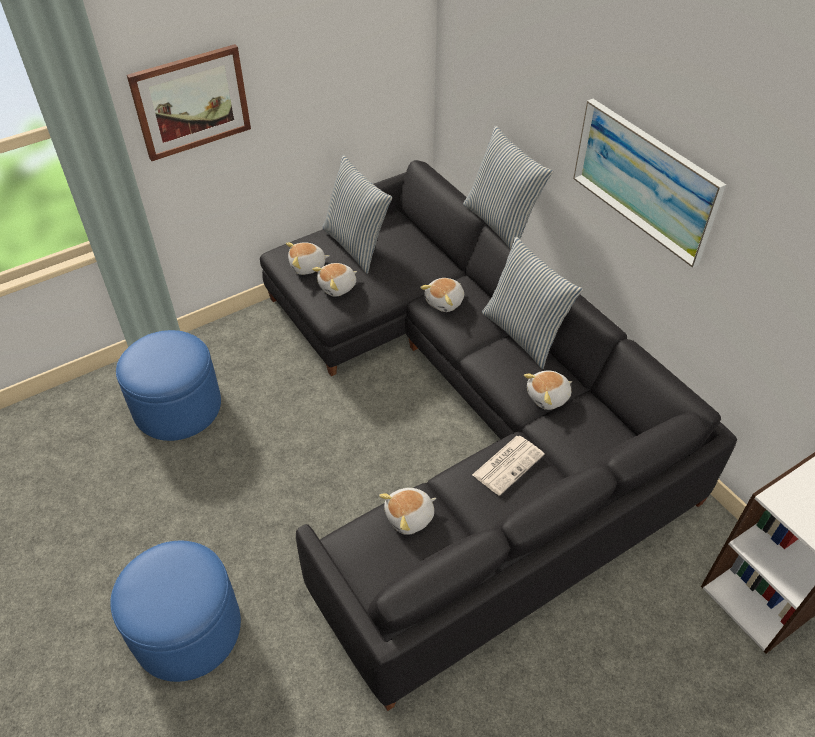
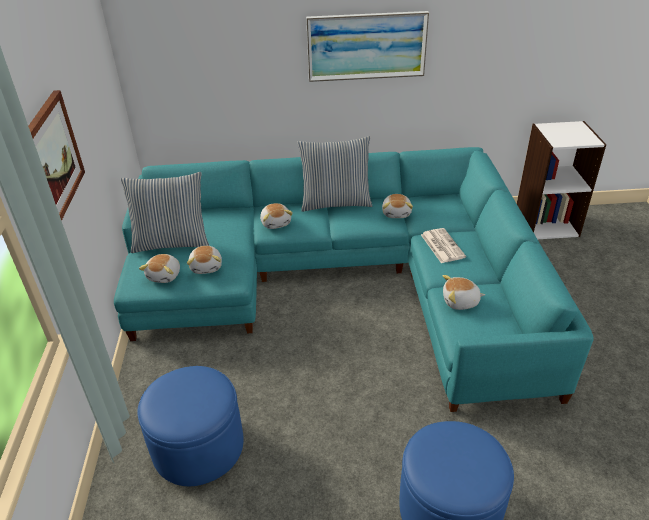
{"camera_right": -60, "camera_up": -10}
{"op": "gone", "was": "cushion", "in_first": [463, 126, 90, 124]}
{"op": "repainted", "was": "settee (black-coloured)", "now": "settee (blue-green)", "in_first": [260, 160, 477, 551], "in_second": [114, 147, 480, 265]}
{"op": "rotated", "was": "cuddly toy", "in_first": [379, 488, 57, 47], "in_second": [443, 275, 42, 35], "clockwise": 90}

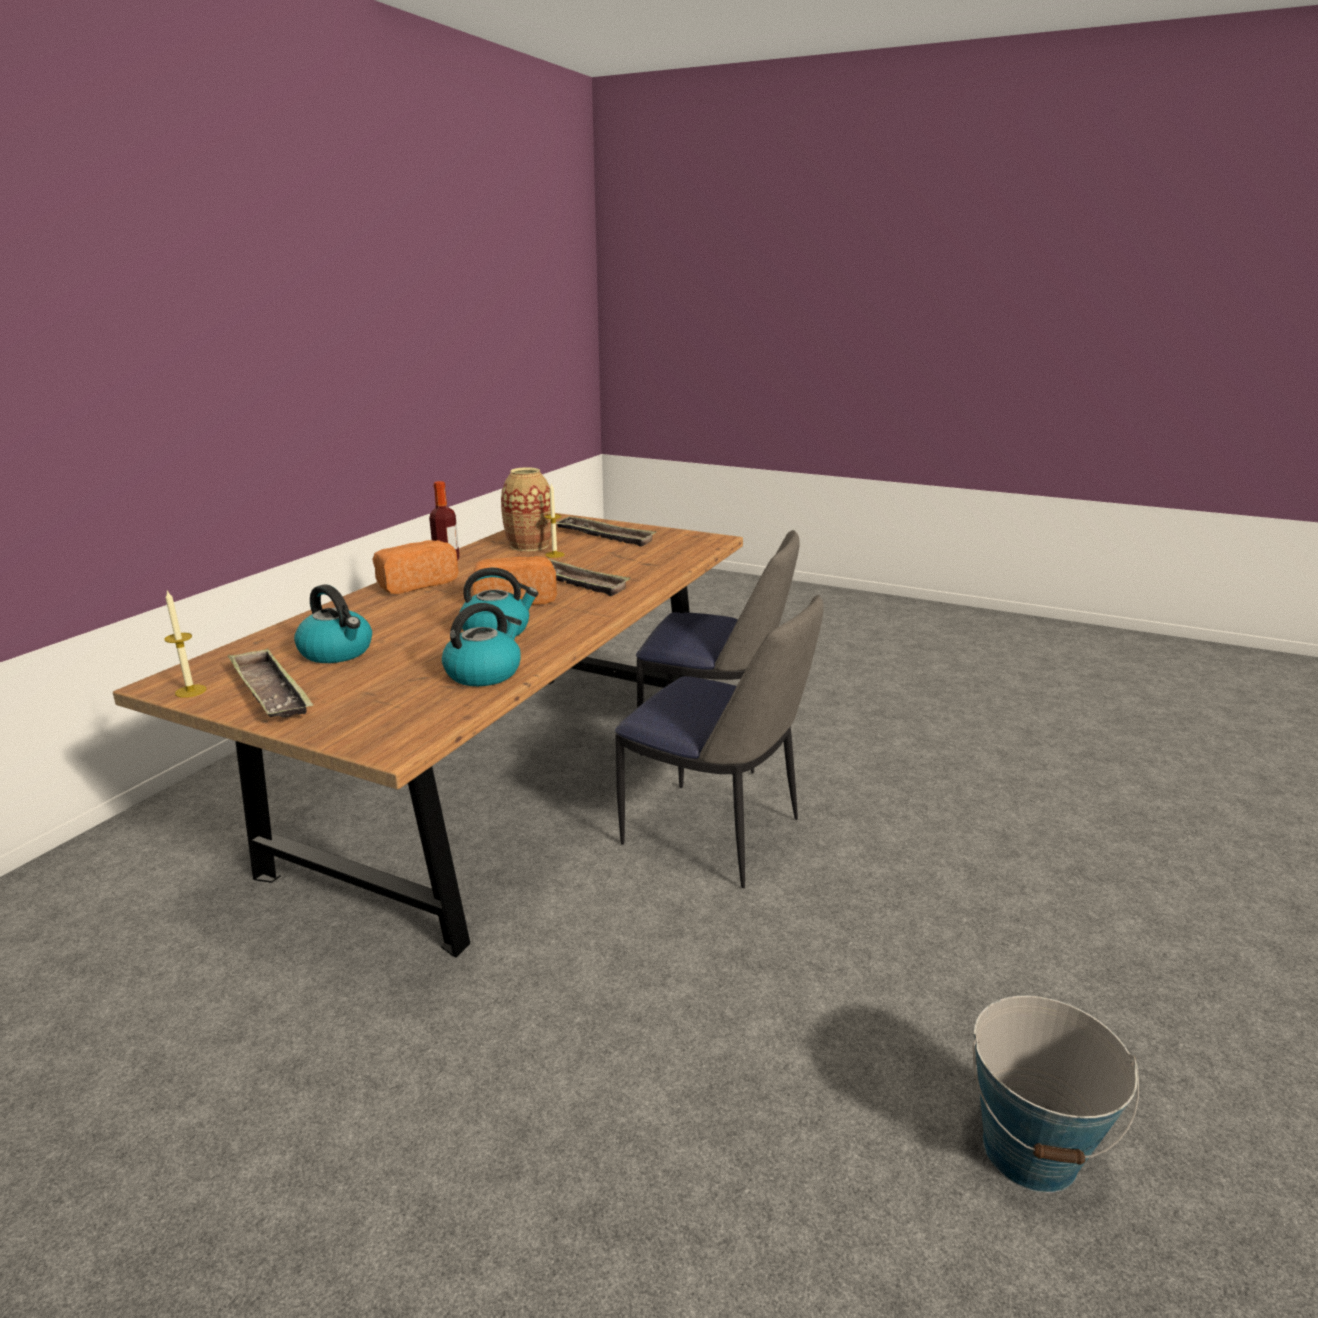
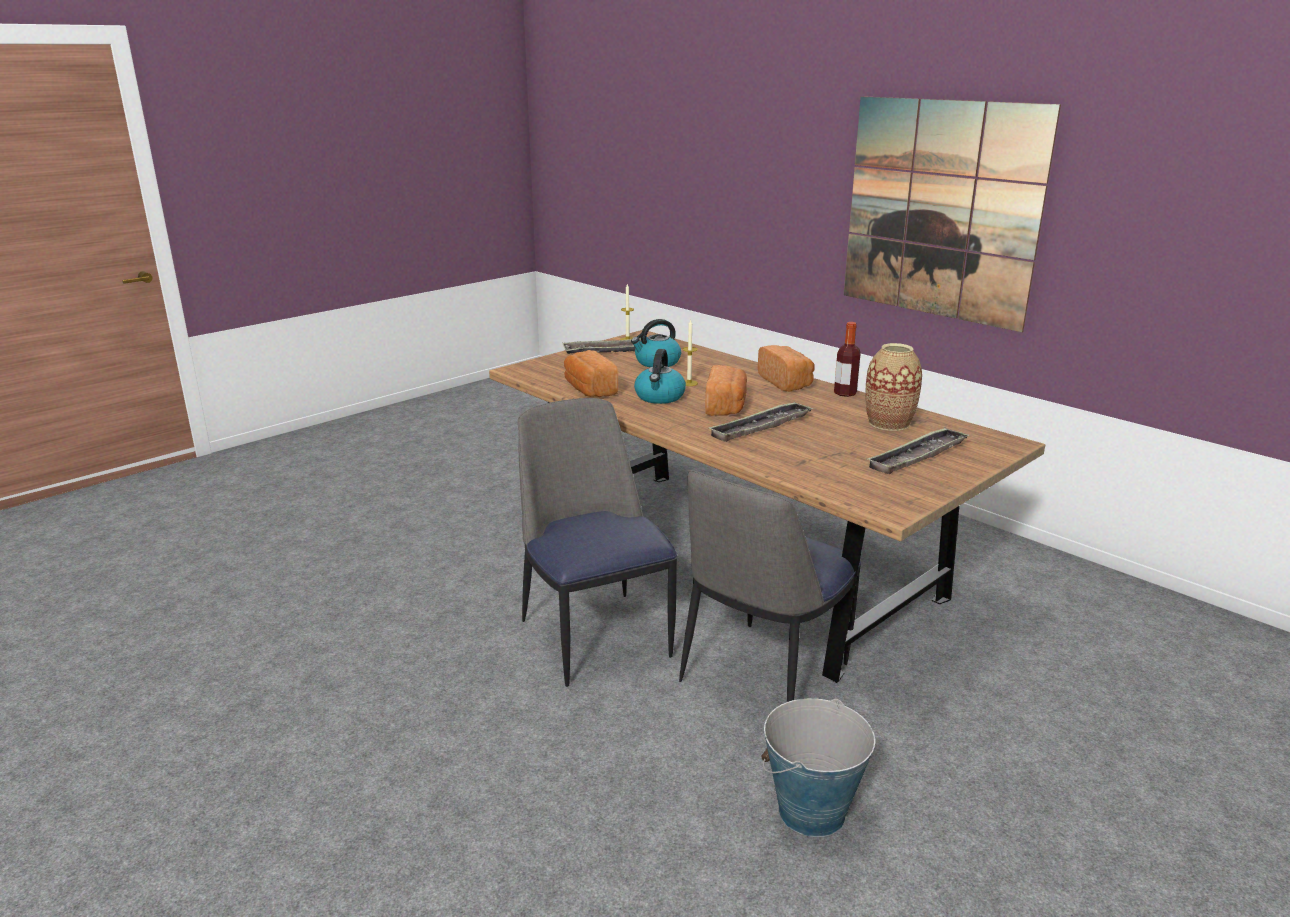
{"camera_right": 110, "camera_up": 0}
{"op": "new", "now": "wall art", "in_second": [844, 96, 217, 236]}
{"op": "shifted", "was": "candle", "in_first": [545, 483, 20, 75], "in_second": [682, 319, 16, 67]}
{"op": "shifted", "was": "pail", "in_first": [973, 996, 166, 197], "in_second": [761, 698, 114, 139]}
{"op": "swapped", "was": "tea kettle", "now": "bread", "in_first": [442, 603, 80, 83], "in_second": [564, 350, 54, 47]}
{"op": "rotated", "was": "chair", "in_first": [615, 595, 209, 293], "in_second": [518, 398, 159, 289], "clockwise": 105}

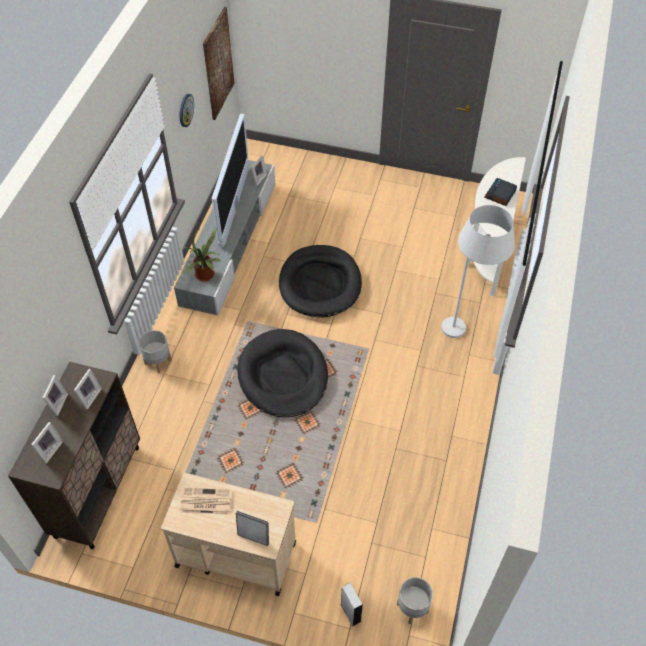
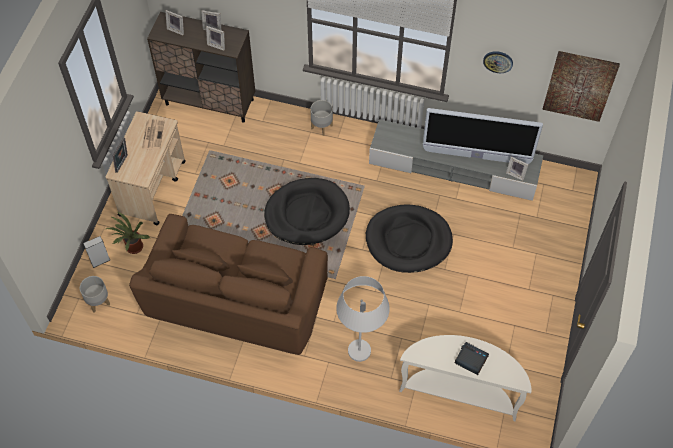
{"camera_right": 90, "camera_up": 5}
{"op": "new", "now": "settee (brown)", "in_second": [129, 214, 199, 141]}
{"op": "shifted", "was": "houseplant", "in_first": [184, 227, 37, 55], "in_second": [106, 212, 44, 42]}

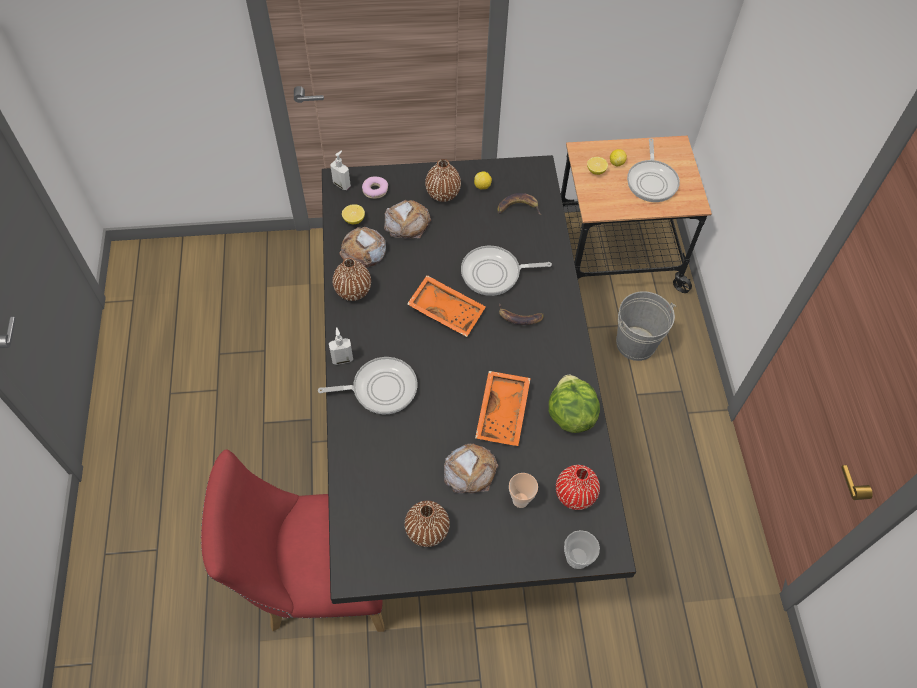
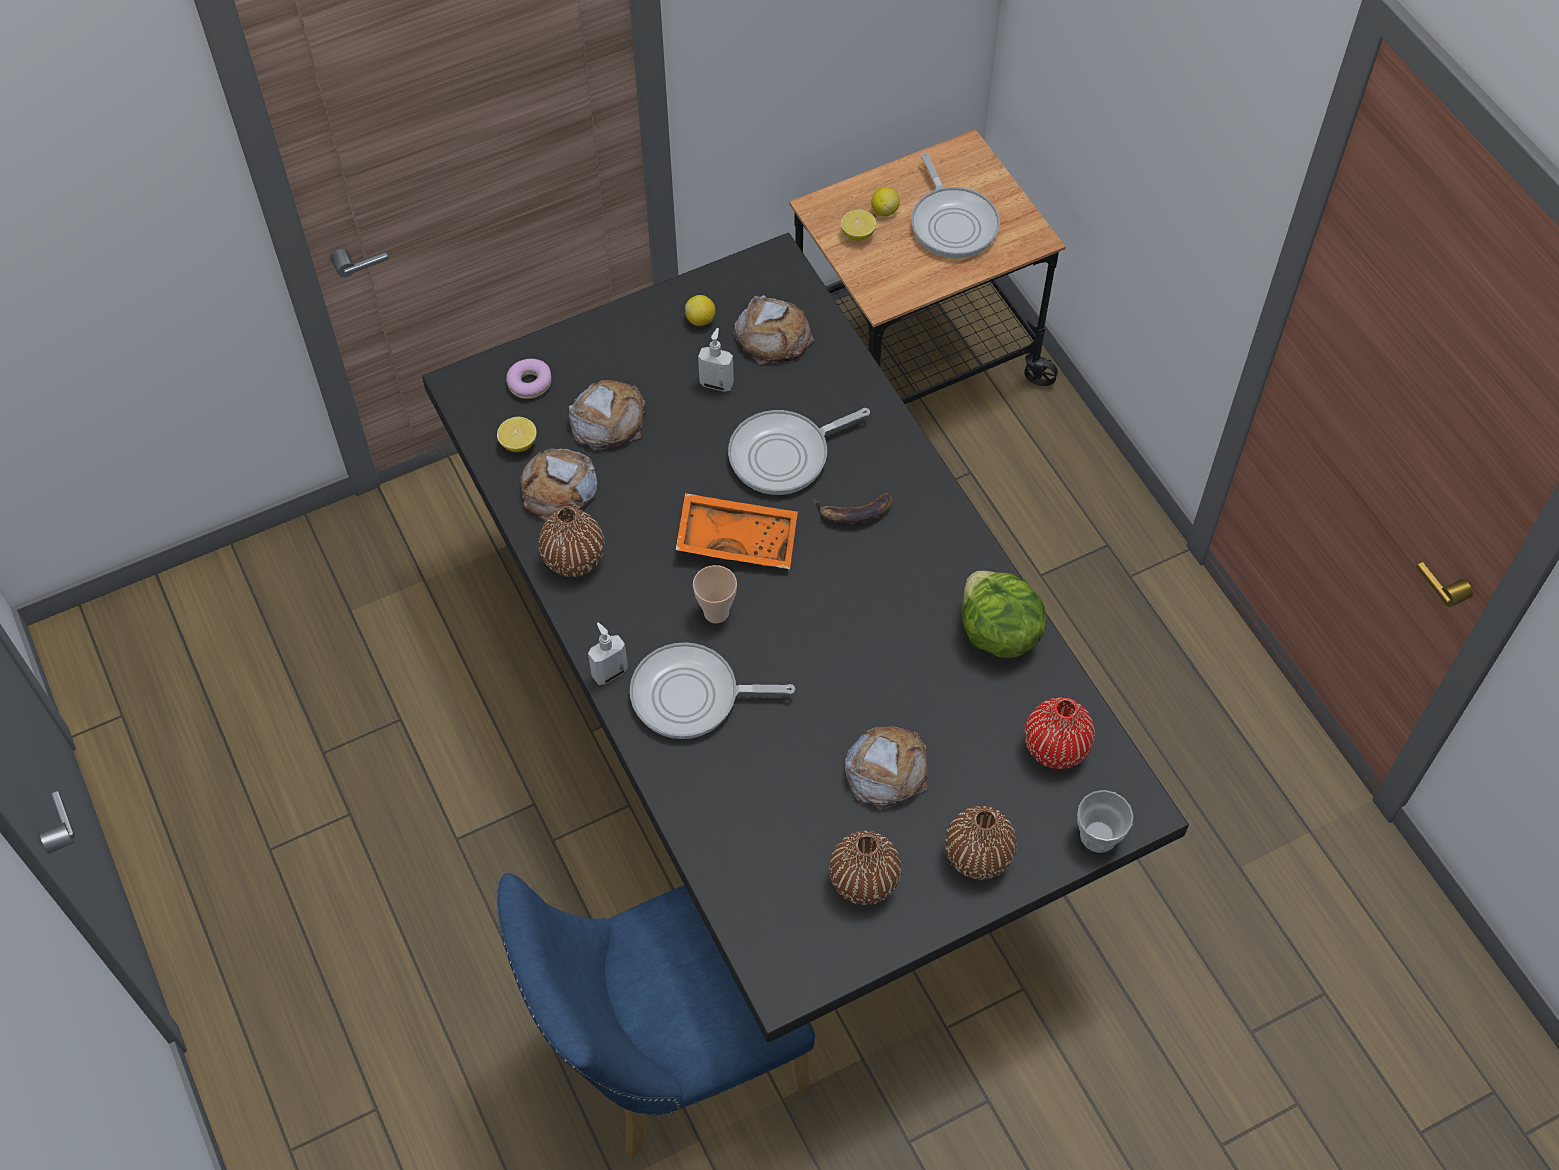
{"camera_right": -20, "camera_up": 0}
{"op": "gone", "was": "carrying tray (orangey)", "in_first": [475, 371, 56, 75]}
{"op": "gone", "was": "pail (gray)", "in_first": [616, 291, 60, 70]}
{"op": "shifted", "was": "liquid soap bottle", "in_first": [330, 150, 21, 40], "in_second": [698, 328, 36, 64]}
{"op": "shifted", "was": "decorative vase (brown)", "in_first": [425, 159, 36, 43], "in_second": [945, 806, 72, 74]}
{"op": "shifted", "was": "cup", "in_first": [509, 473, 29, 35], "in_second": [693, 565, 44, 58]}
{"op": "swapped", "was": "whole banana", "now": "bread", "in_first": [498, 193, 43, 22], "in_second": [733, 295, 81, 70]}
{"op": "repainted", "was": "chair (red-coloured)", "now": "chair (blue)", "in_first": [201, 449, 183, 183], "in_second": [497, 873, 318, 285]}
{"op": "rotated", "was": "skillet", "in_first": [318, 357, 99, 57], "in_second": [630, 642, 165, 97], "clockwise": -150}

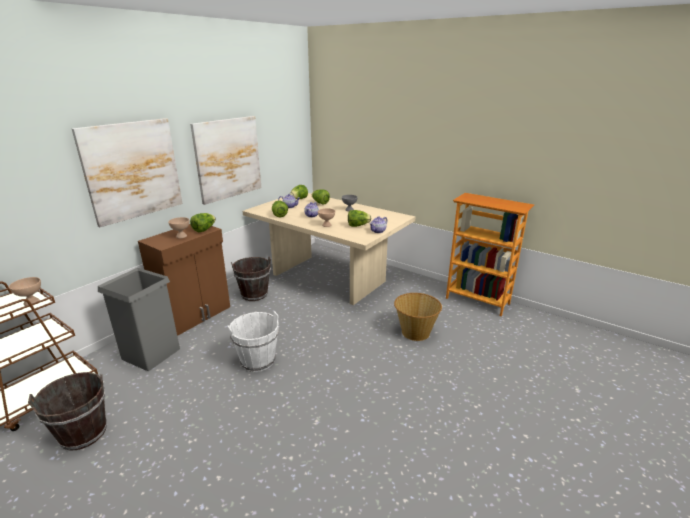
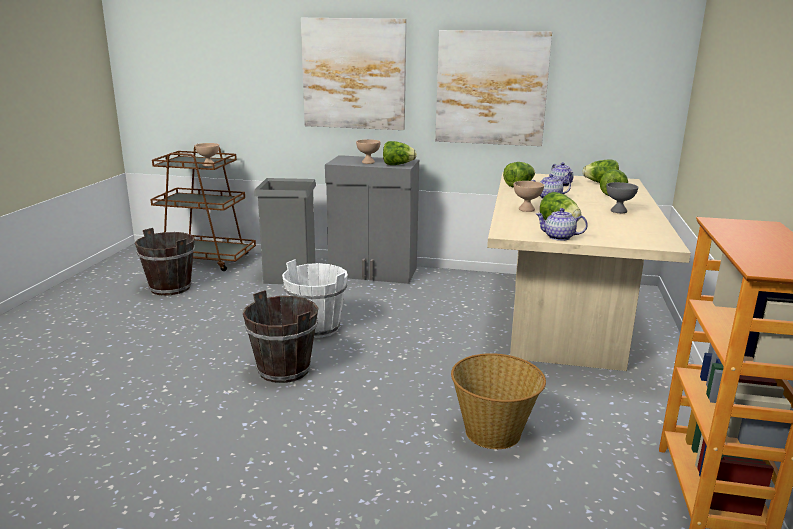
{"camera_right": 65, "camera_up": -5}
{"op": "shifted", "was": "pail (brown)", "in_first": [231, 257, 40, 44], "in_second": [243, 290, 75, 93]}
{"op": "repainted", "was": "cupboard (brown)", "now": "cupboard (gray)", "in_first": [138, 224, 92, 112], "in_second": [325, 155, 94, 129]}

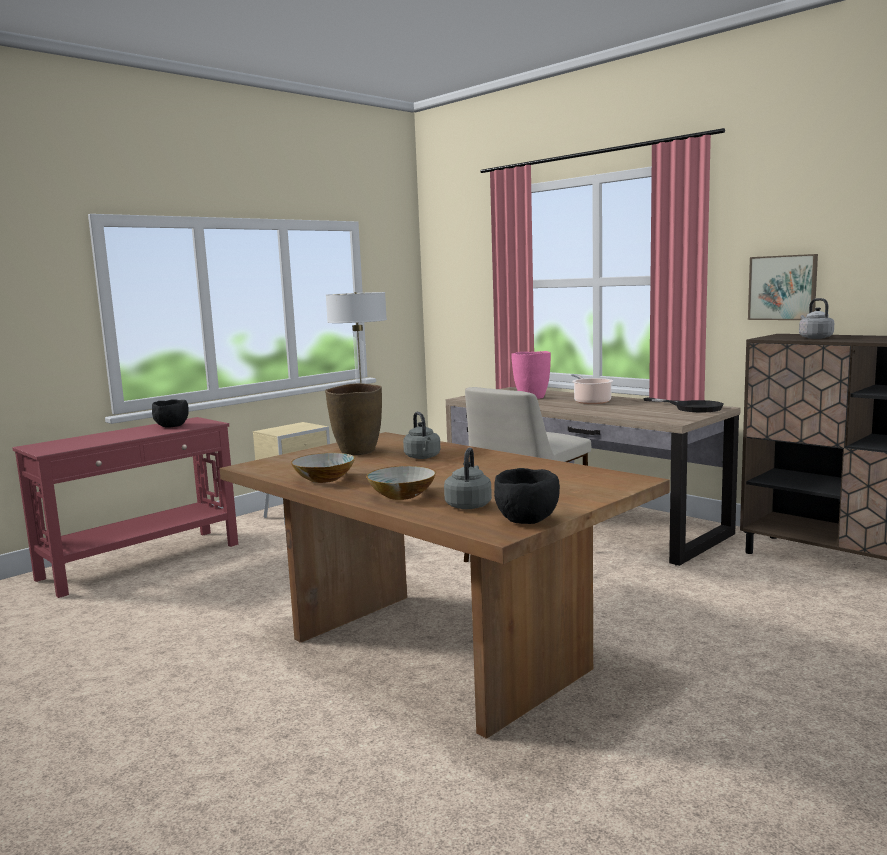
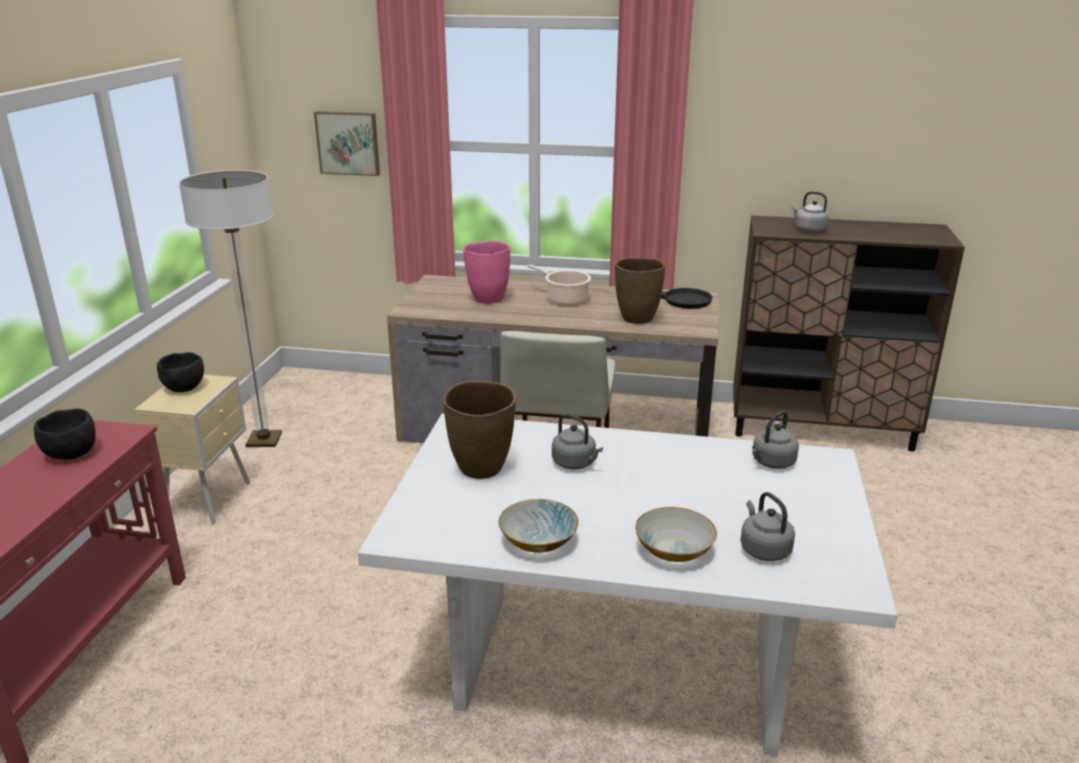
{"camera_right": -35, "camera_up": 15}
{"op": "new", "now": "decorative vase (brown)", "in_second": [615, 258, 50, 66]}
{"op": "new", "now": "tea kettle (gray)", "in_second": [752, 411, 47, 58]}
{"op": "shifted", "was": "deep dish (black-coloured)", "in_first": [494, 468, 66, 56], "in_second": [157, 352, 47, 40]}
{"op": "shifted", "was": "wall art", "in_first": [748, 254, 70, 66], "in_second": [314, 111, 66, 65]}
{"op": "repainted", "was": "dining table (brown)", "now": "dining table (white)", "in_first": [219, 432, 451, 307], "in_second": [358, 414, 540, 342]}

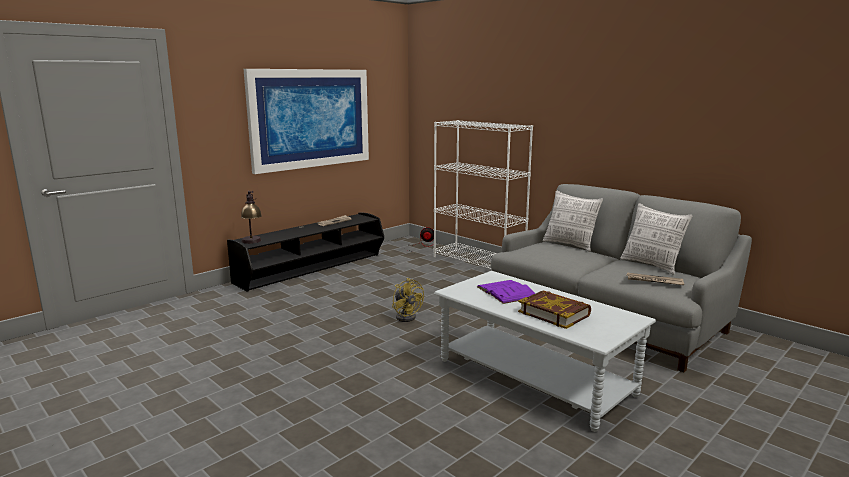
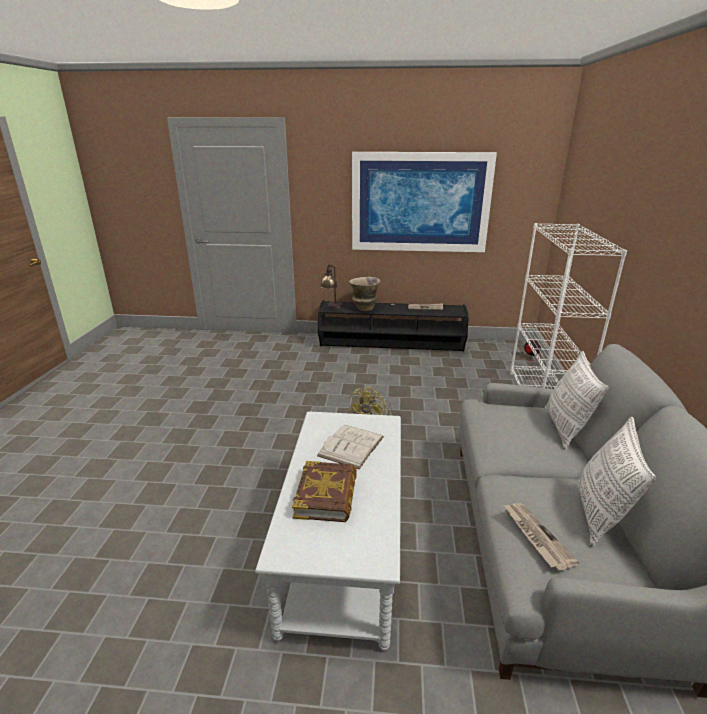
{"camera_right": 50, "camera_up": 10}
{"op": "new", "now": "decorative vase", "in_second": [349, 277, 32, 34]}
{"op": "repainted", "was": "volume (purple-coloured)", "now": "volume (white)", "in_first": [477, 280, 58, 24], "in_second": [317, 425, 67, 44]}

